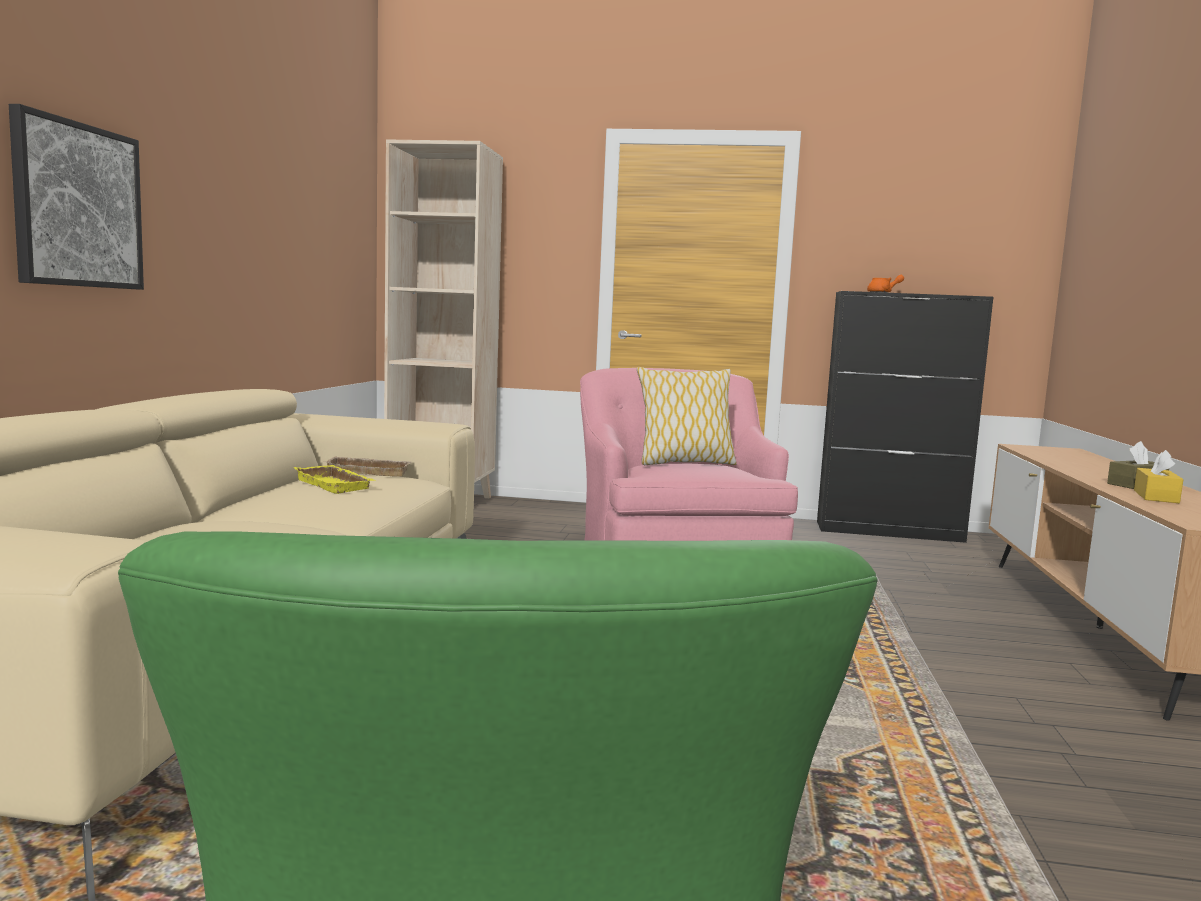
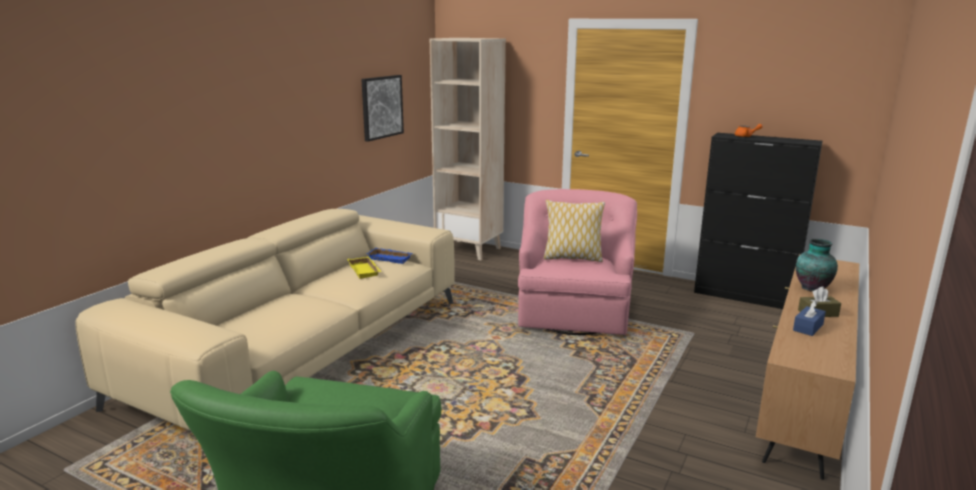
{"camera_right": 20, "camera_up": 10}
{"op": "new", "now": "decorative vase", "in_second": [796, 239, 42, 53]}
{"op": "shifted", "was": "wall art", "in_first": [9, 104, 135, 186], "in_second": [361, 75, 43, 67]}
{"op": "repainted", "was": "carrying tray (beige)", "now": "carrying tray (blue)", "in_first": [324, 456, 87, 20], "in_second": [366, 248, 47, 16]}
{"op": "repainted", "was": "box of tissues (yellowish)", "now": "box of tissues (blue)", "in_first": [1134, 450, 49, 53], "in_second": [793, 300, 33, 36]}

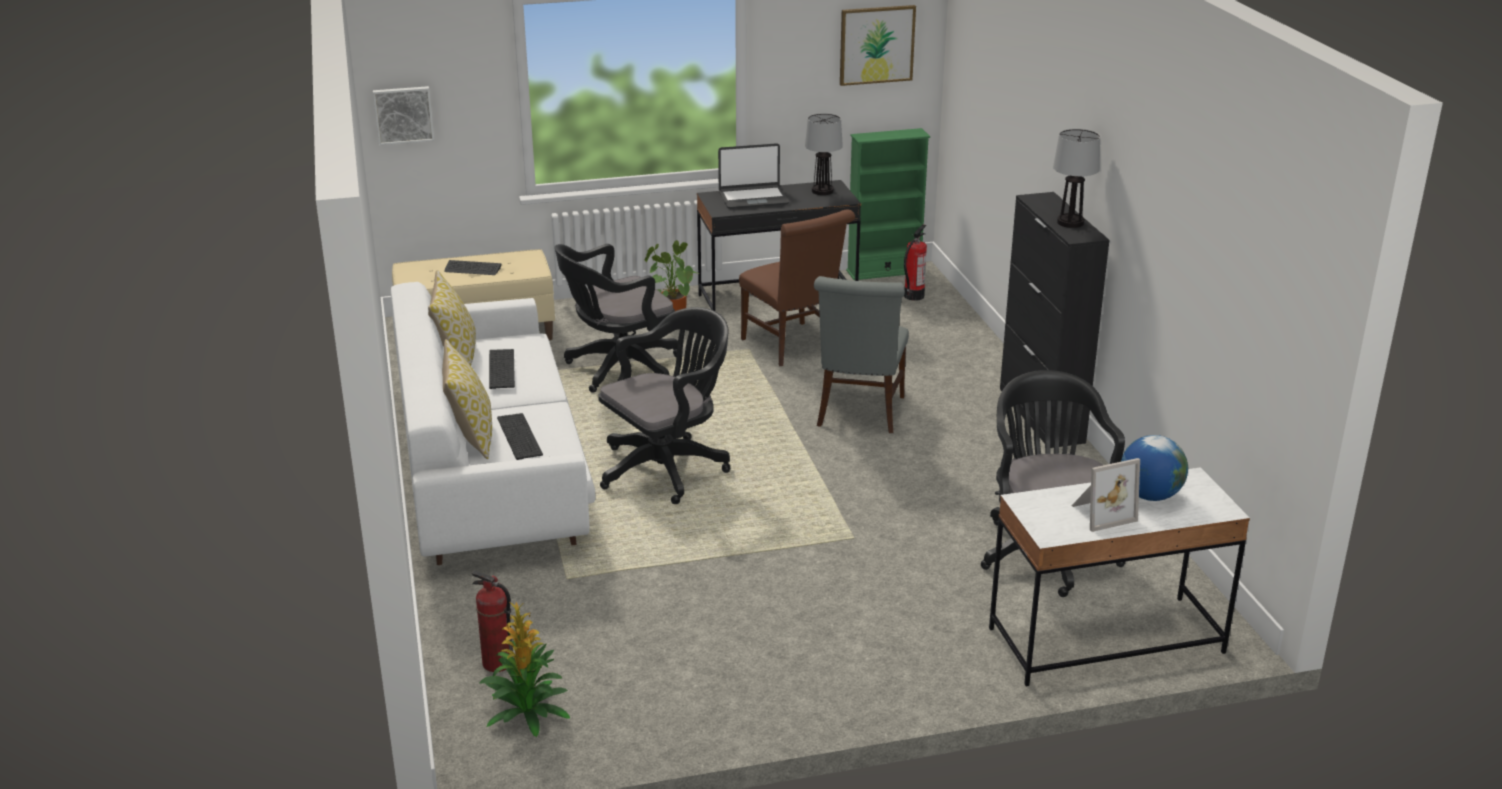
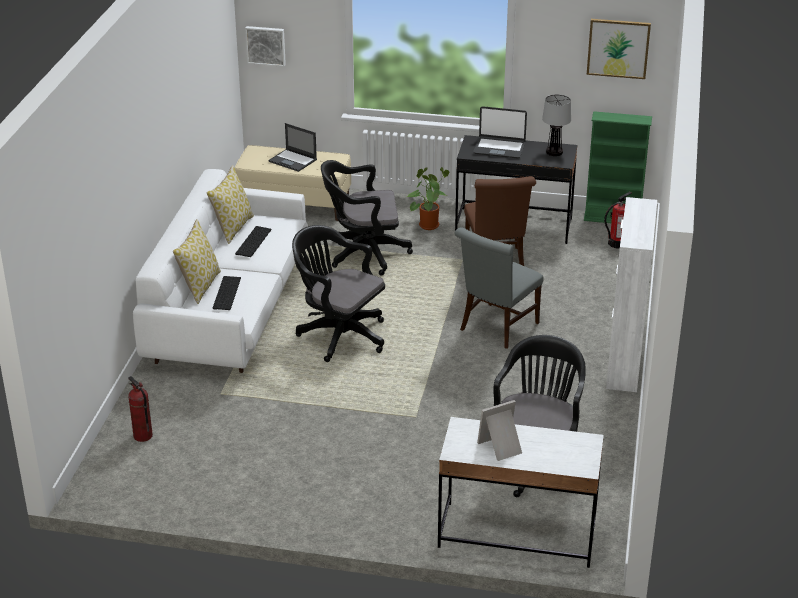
{"camera_right": 25, "camera_up": 5}
{"op": "gone", "was": "houseplant", "in_first": [479, 602, 91, 135]}
{"op": "gone", "was": "table lamp", "in_first": [1053, 129, 47, 99]}
{"op": "gone", "was": "desk globe", "in_first": [1121, 435, 67, 66]}
{"op": "swapped", "was": "computer keyboard", "now": "portable computer", "in_first": [444, 260, 58, 15], "in_second": [268, 123, 49, 49]}
{"op": "repainted", "was": "cupboard (black-coloured)", "now": "cupboard (white)", "in_first": [1000, 192, 110, 256], "in_second": [606, 197, 51, 195]}
{"op": "rotated", "was": "computer chair (black-coloured)", "in_first": [598, 307, 133, 197], "in_second": [292, 225, 93, 137], "clockwise": -135}
{"op": "rotated", "was": "photo frame", "in_first": [1071, 458, 69, 74], "in_second": [477, 400, 45, 61], "clockwise": 150}

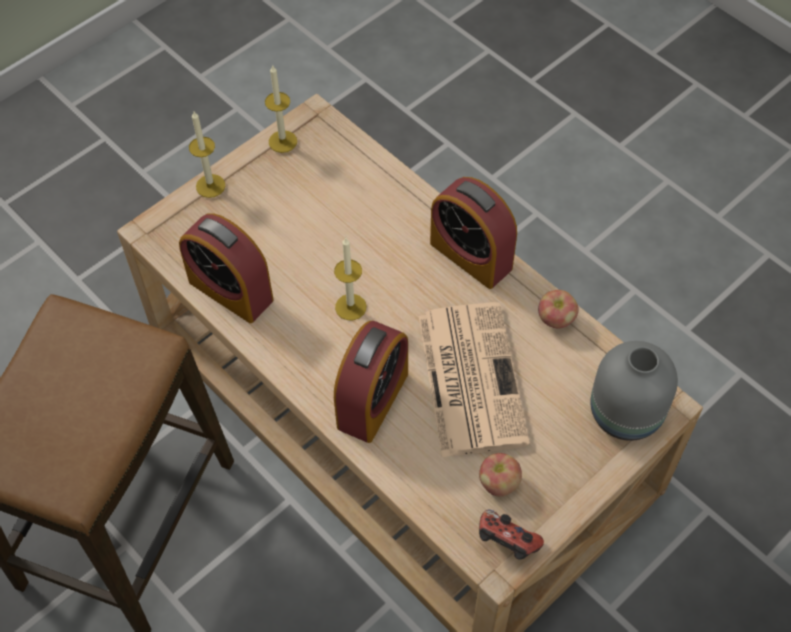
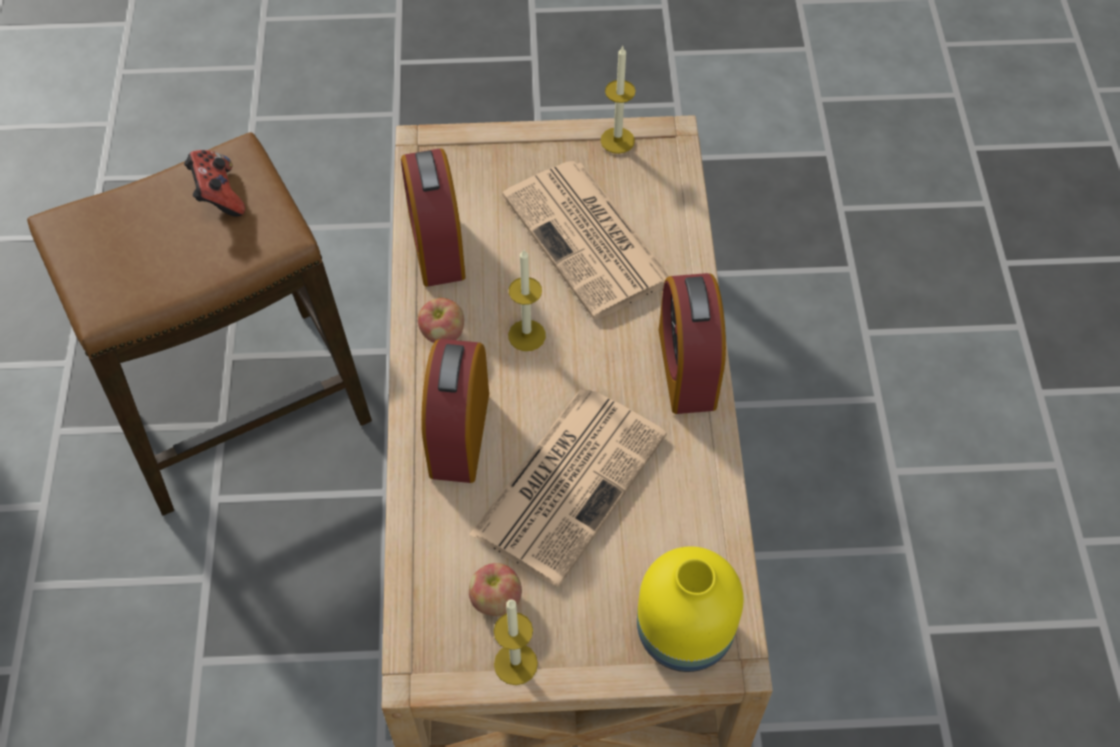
{"camera_right": 40, "camera_up": 0}
{"op": "new", "now": "printed paper", "in_second": [502, 161, 168, 158]}
{"op": "shifted", "was": "candle", "in_first": [189, 111, 36, 87], "in_second": [494, 599, 44, 86]}
{"op": "shifted", "was": "gamepad", "in_first": [479, 510, 65, 50], "in_second": [184, 150, 61, 67]}
{"op": "shifted", "was": "whole apple", "in_first": [538, 290, 41, 39], "in_second": [418, 298, 46, 45]}
{"op": "repainted", "was": "decorative vase (gray)", "now": "decorative vase (yellowish)", "in_first": [591, 341, 87, 100], "in_second": [637, 546, 107, 126]}
{"op": "rotated", "was": "bedside clock", "in_first": [334, 321, 74, 122], "in_second": [421, 339, 68, 144], "clockwise": 120}

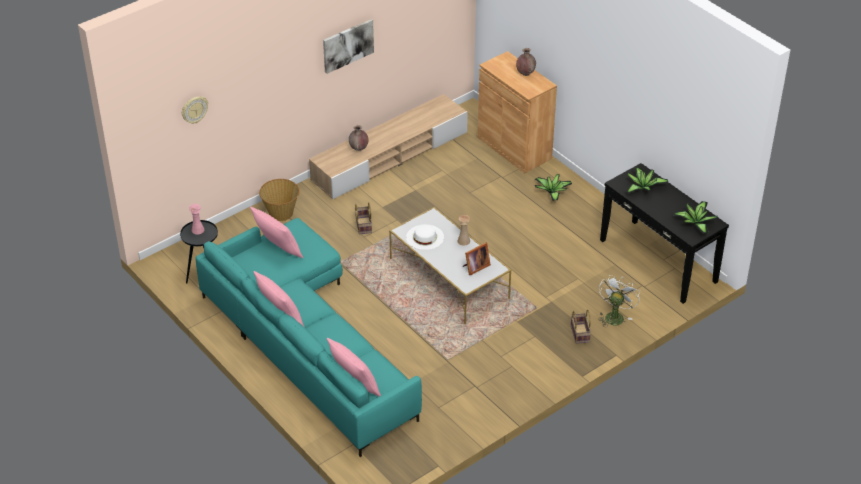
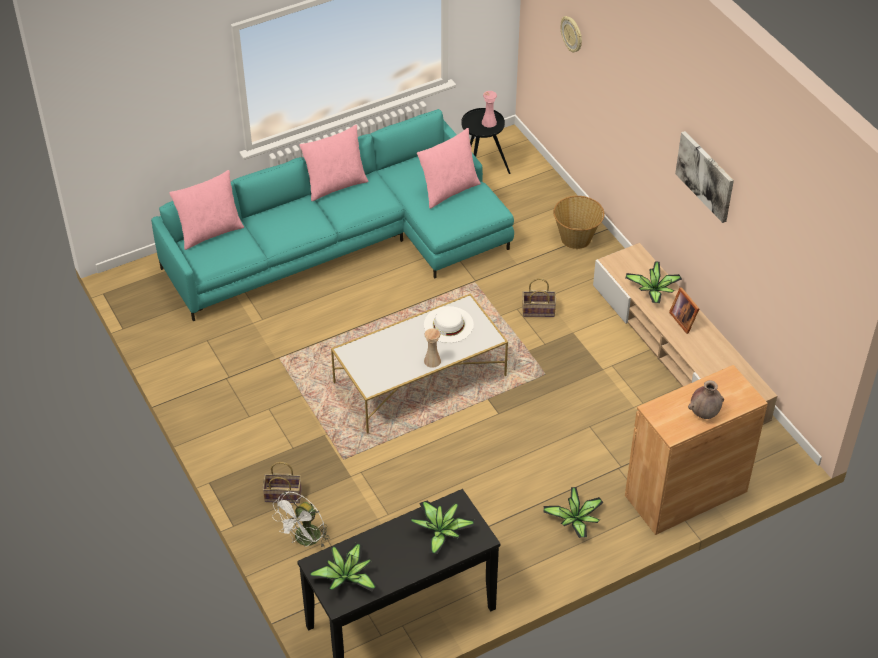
{"camera_right": 100, "camera_up": 5}
{"op": "shifted", "was": "photo frame", "in_first": [463, 242, 28, 33], "in_second": [669, 287, 31, 47]}
{"op": "swapped", "was": "decorative vase (brown)", "now": "houseplant", "in_first": [349, 125, 20, 26], "in_second": [625, 261, 57, 43]}
{"op": "rotated", "was": "fan (white)", "in_first": [598, 275, 42, 53], "in_second": [272, 492, 58, 56], "clockwise": 90}

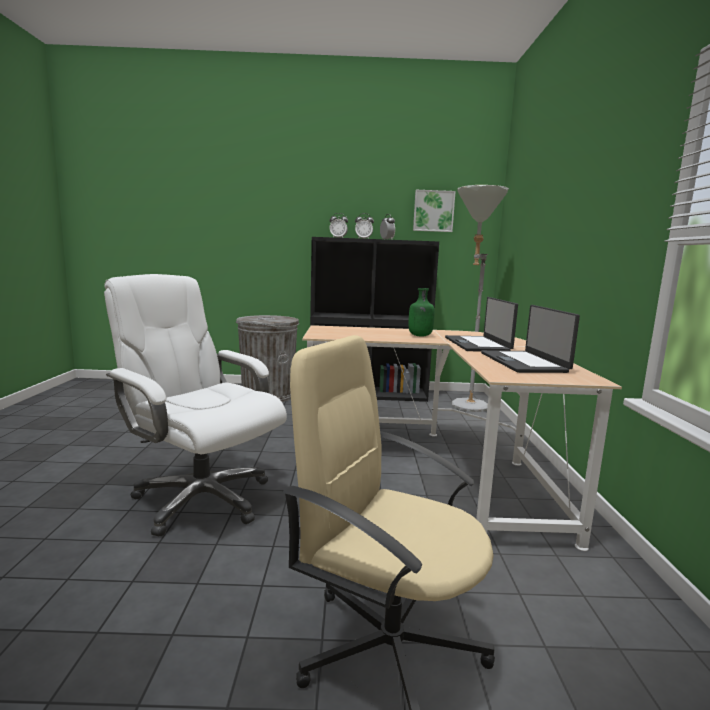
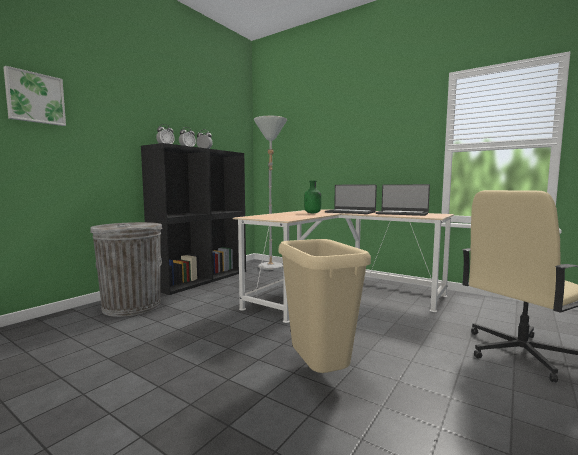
{"camera_right": -55, "camera_up": -5}
{"op": "shifted", "was": "wall art", "in_first": [413, 190, 43, 42], "in_second": [3, 66, 63, 60]}
{"op": "swapped", "was": "computer chair (white)", "now": "waste bin (beige)", "in_first": [104, 274, 183, 263], "in_second": [278, 239, 93, 134]}

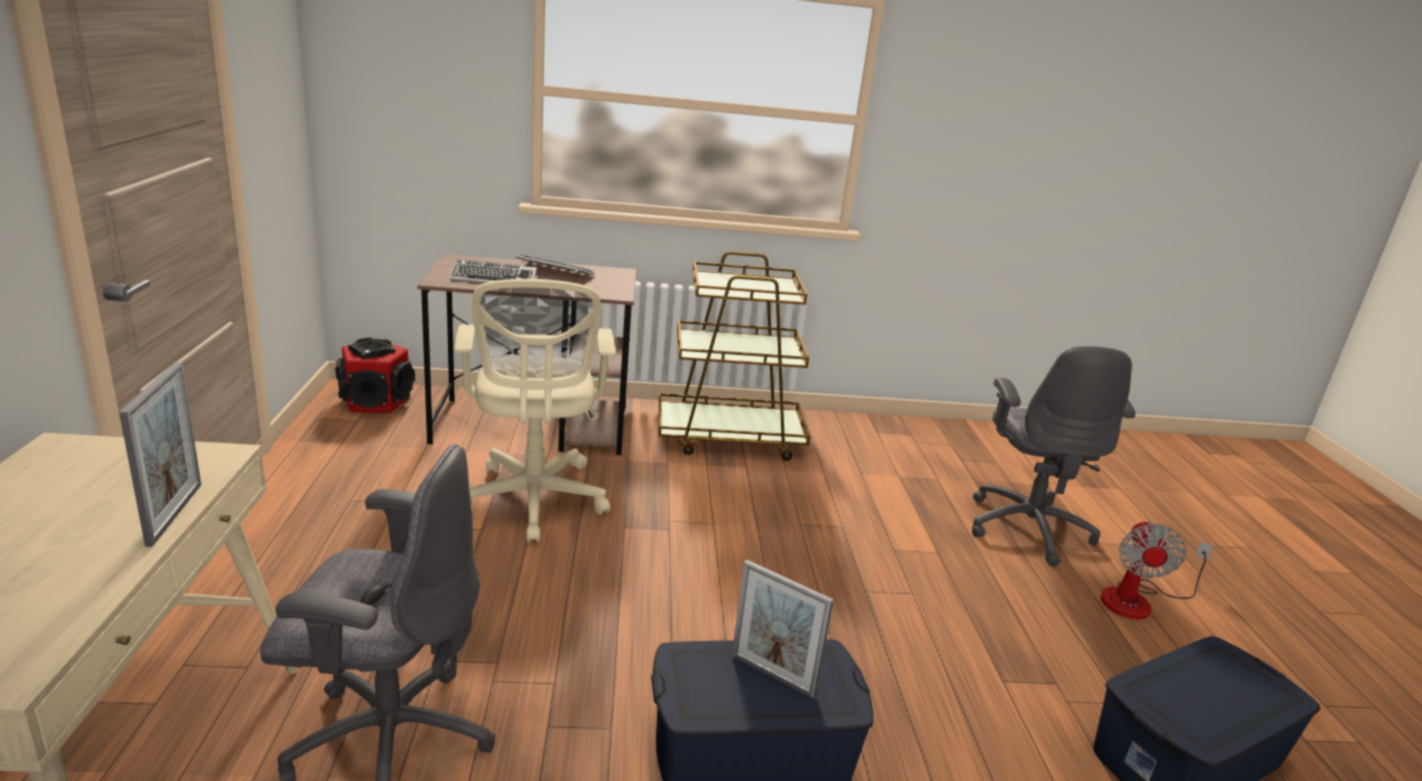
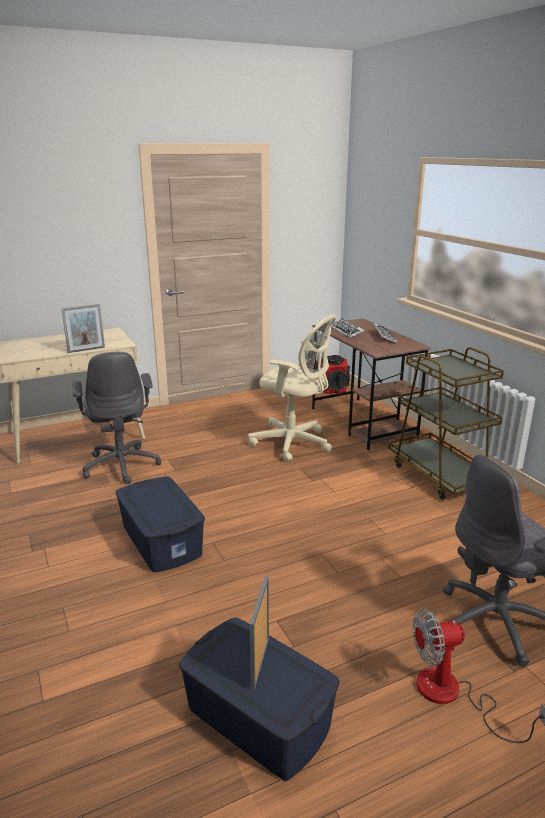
{"camera_right": 70, "camera_up": 0}
{"op": "shifted", "was": "photo frame", "in_first": [732, 560, 102, 138], "in_second": [249, 576, 20, 115]}
{"op": "rotated", "was": "computer chair (beige)", "in_first": [455, 279, 160, 263], "in_second": [248, 315, 89, 147], "clockwise": -120}

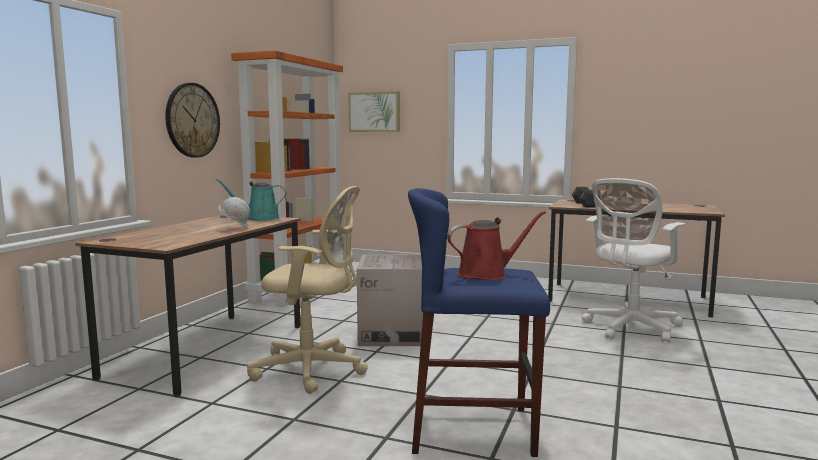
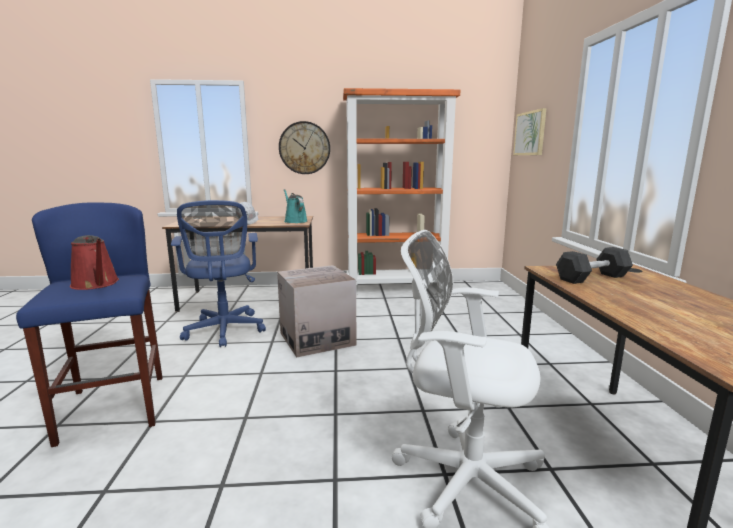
{"camera_right": 65, "camera_up": 5}
{"op": "repainted", "was": "computer chair (beige)", "now": "computer chair (blue)", "in_first": [247, 186, 121, 208], "in_second": [171, 200, 95, 147]}

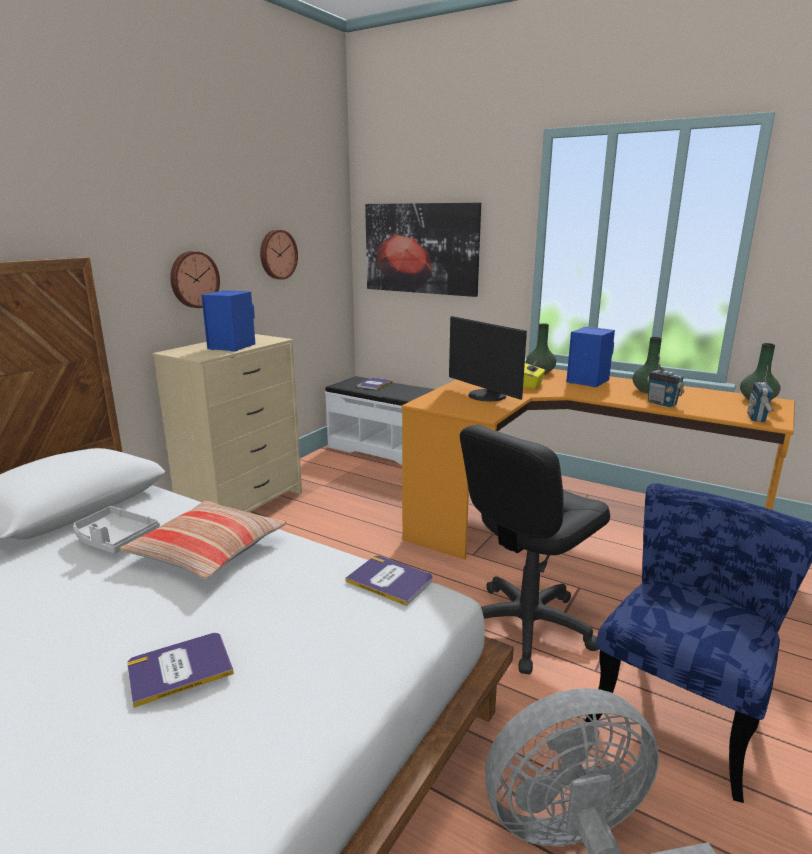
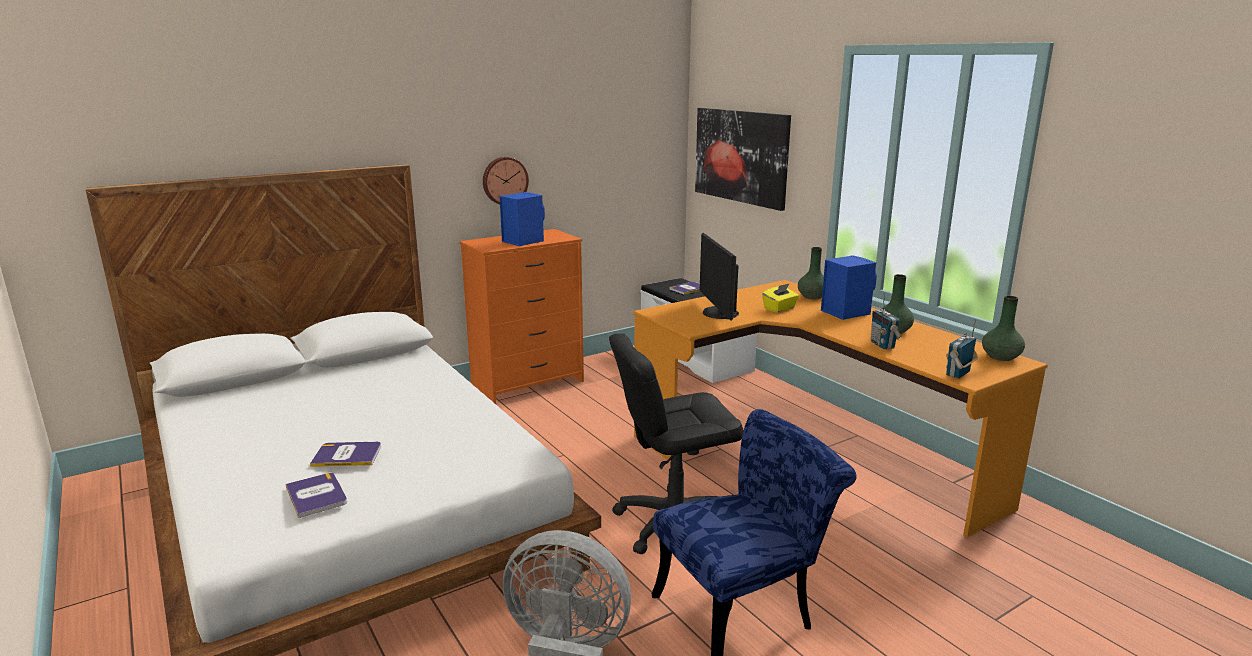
{"camera_right": 25, "camera_up": 0}
{"op": "gone", "was": "carrying tray (gray)", "in_first": [73, 506, 87, 48]}
{"op": "gone", "was": "cushion", "in_first": [119, 500, 168, 80]}
{"op": "gone", "was": "hanging clock", "in_first": [260, 230, 38, 50]}
{"op": "shifted", "was": "volume", "in_first": [345, 556, 87, 50], "in_second": [285, 473, 62, 45]}
{"op": "repainted", "was": "dresser (beige)", "now": "dresser (orangey)", "in_first": [152, 334, 150, 178], "in_second": [459, 229, 125, 175]}

